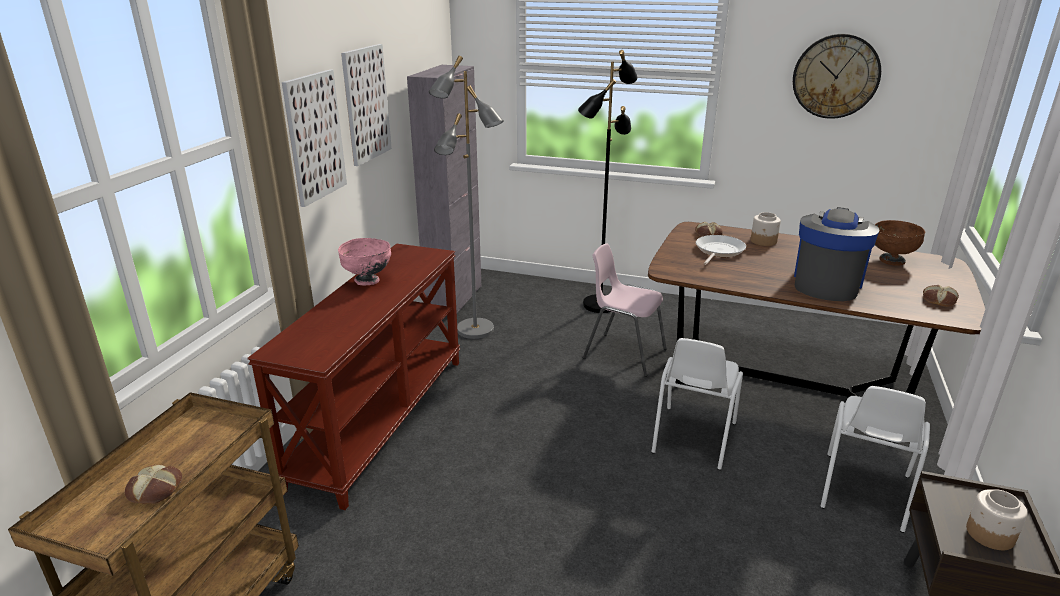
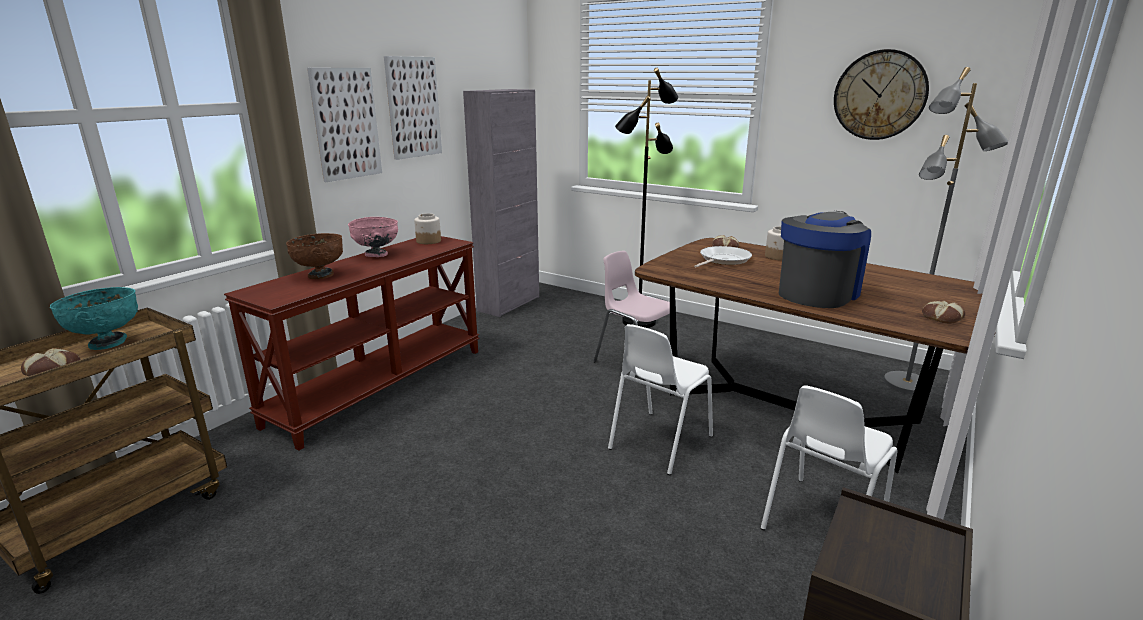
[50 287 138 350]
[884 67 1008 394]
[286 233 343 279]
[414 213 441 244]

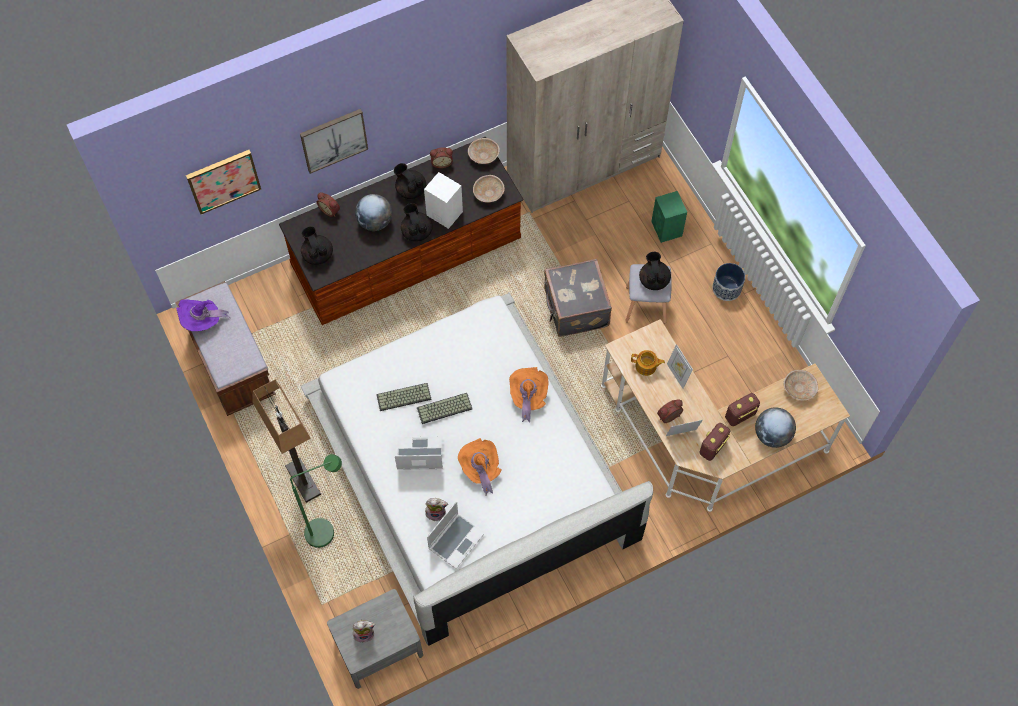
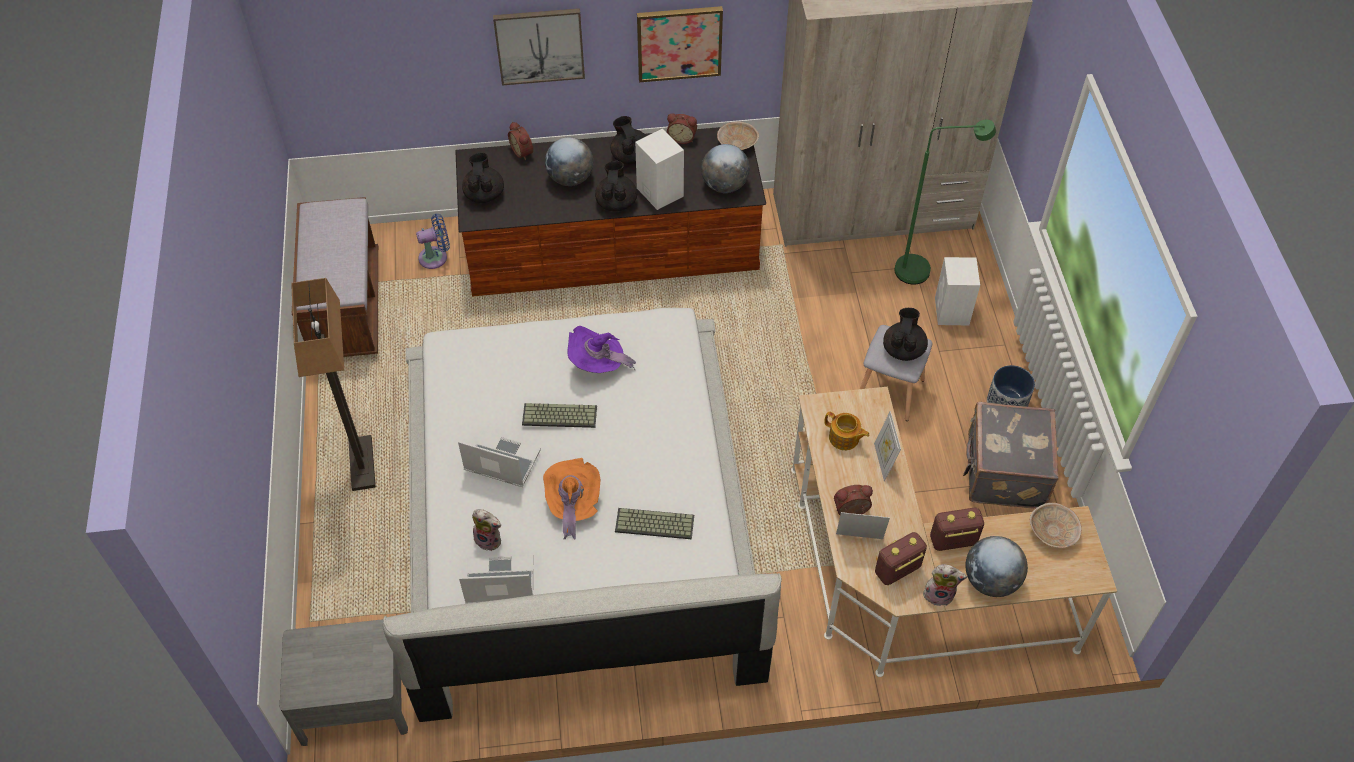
[509 367 549 422] (first image)
[416 214 450 269]
[568 326 636 373]
[637 6 723 83]
[895 120 996 285]
[923 564 967 606]
[615 508 694 539]
[963 402 1058 508]
[701 144 750 193]
[935 257 980 325]
[459 555 534 604]

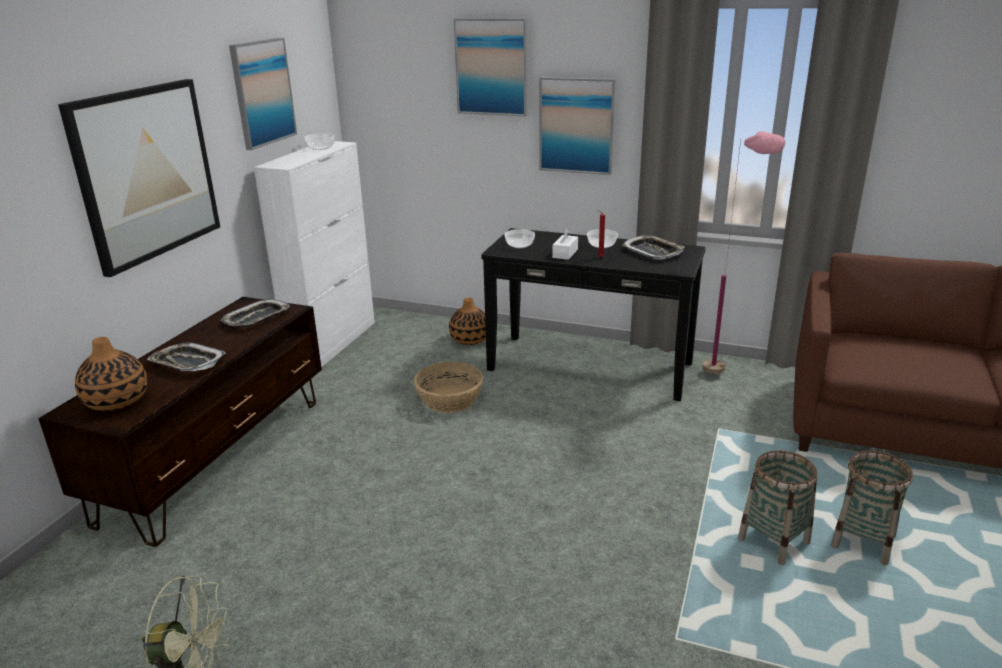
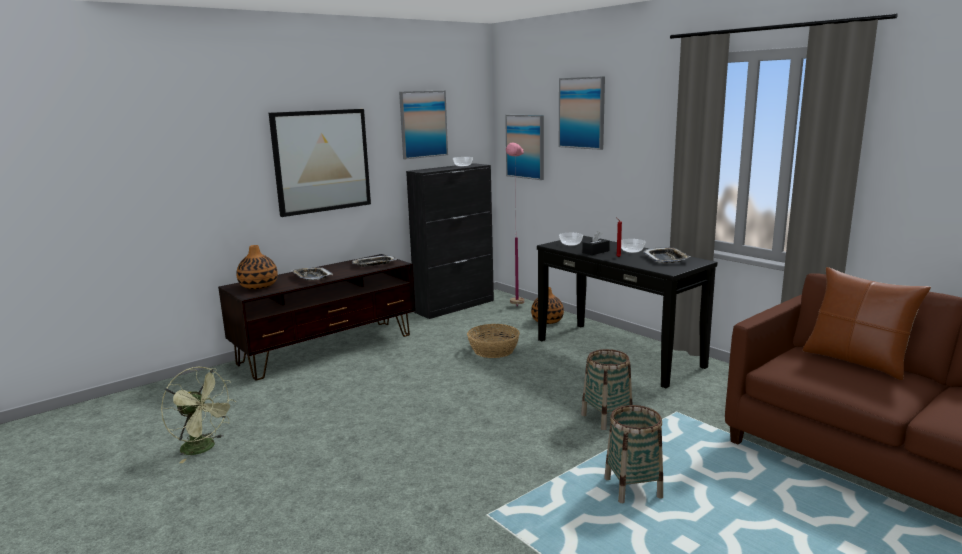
[803 267 931 380]
[505 115 544 180]
[506 143 524 306]
[581 349 633 430]
[406 163 494 319]
[582 231 610 255]

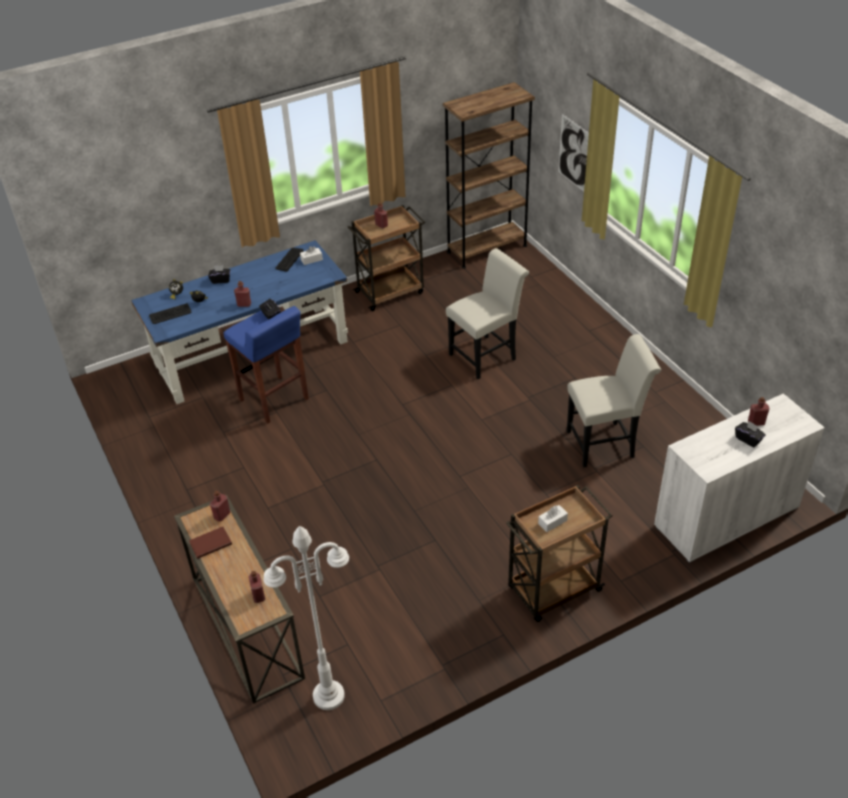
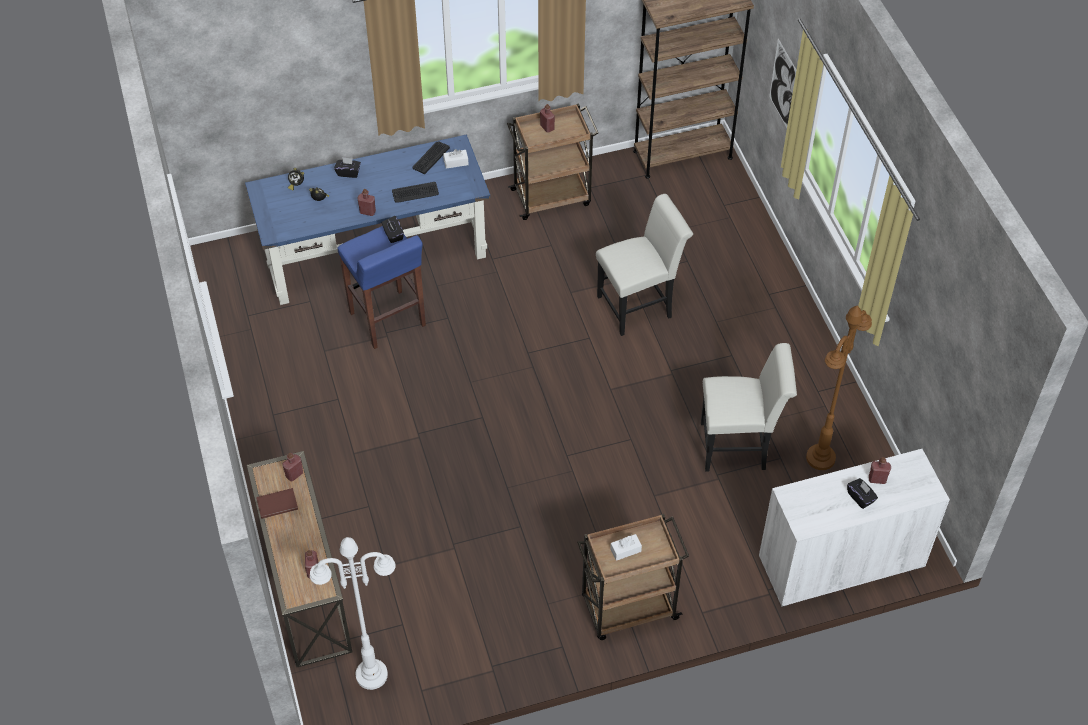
[806 306 872 470]
[392 182 439 203]

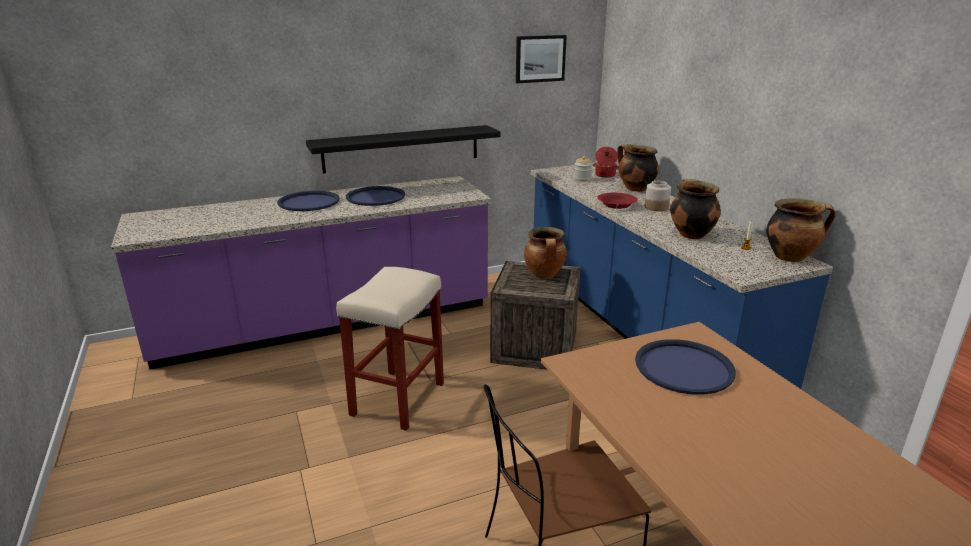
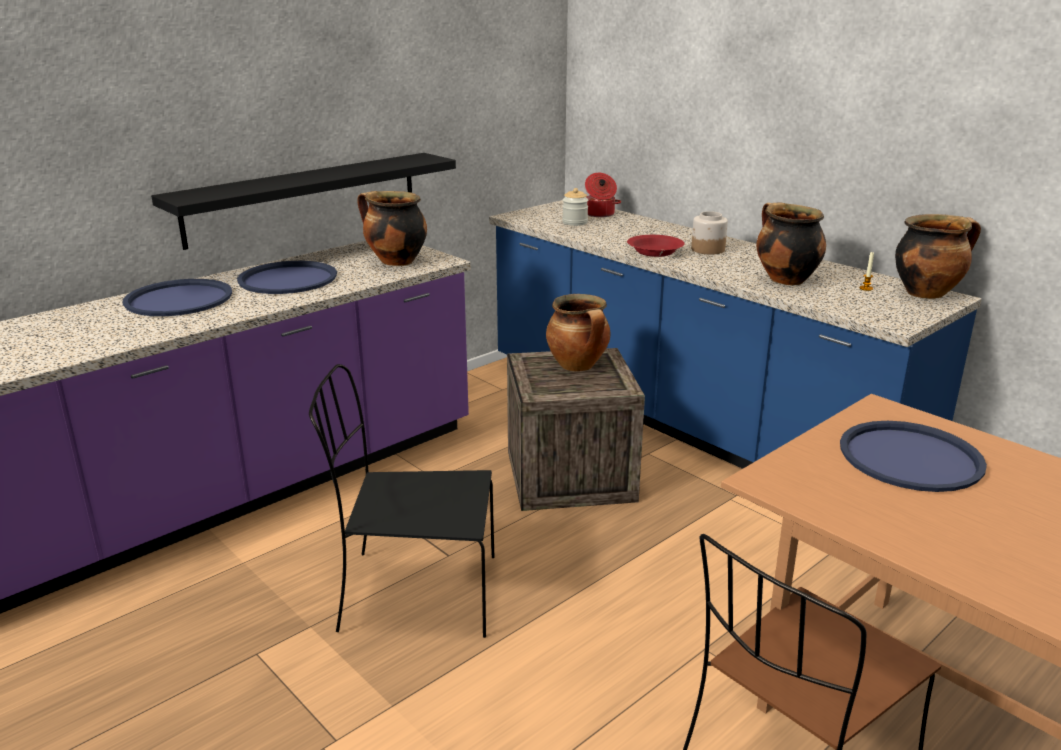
[516 35 567 83] (first image)
[357 191 427 266]
[309 364 494 638]

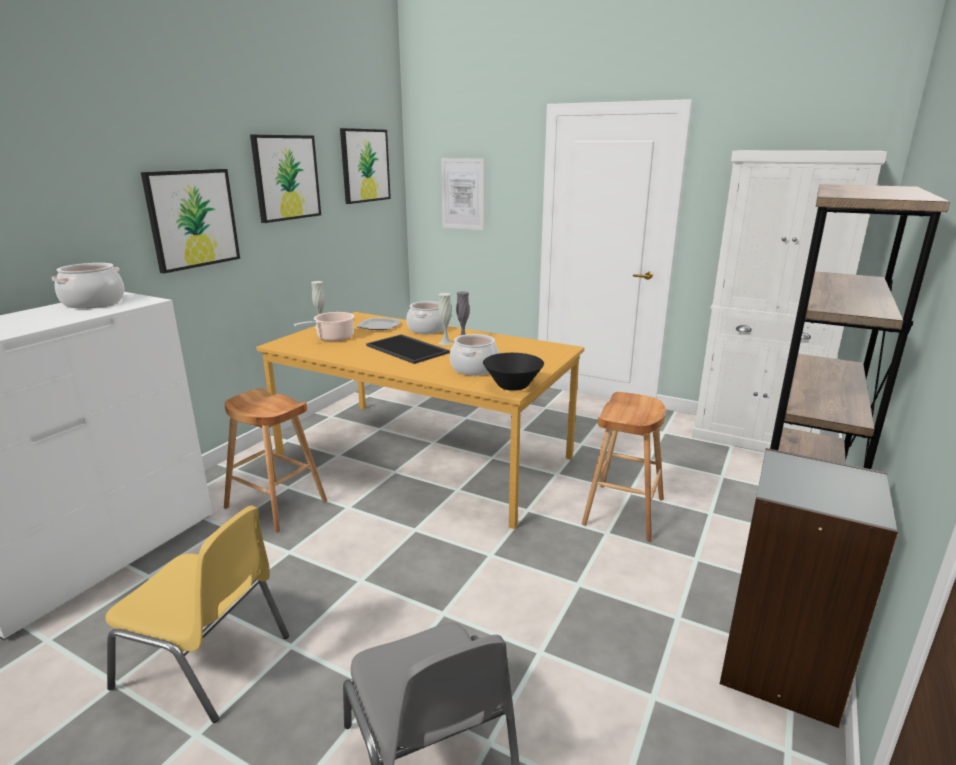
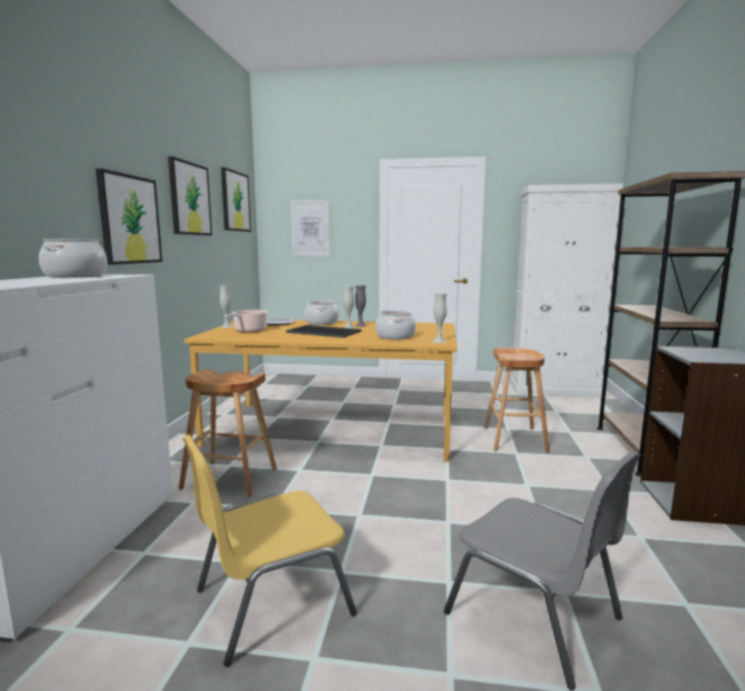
[433 293 447 343]
[183 435 357 667]

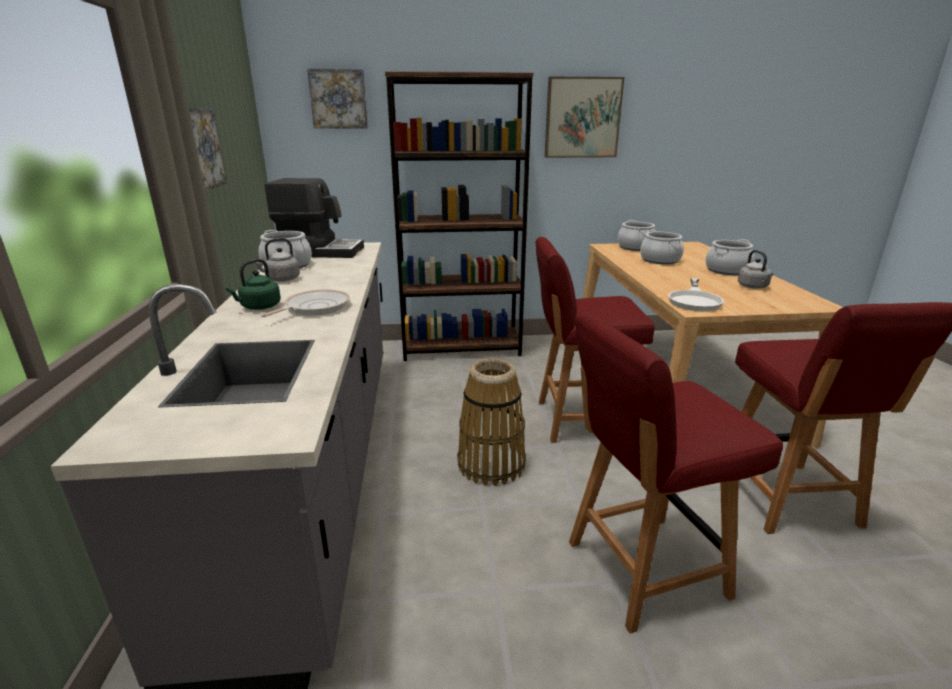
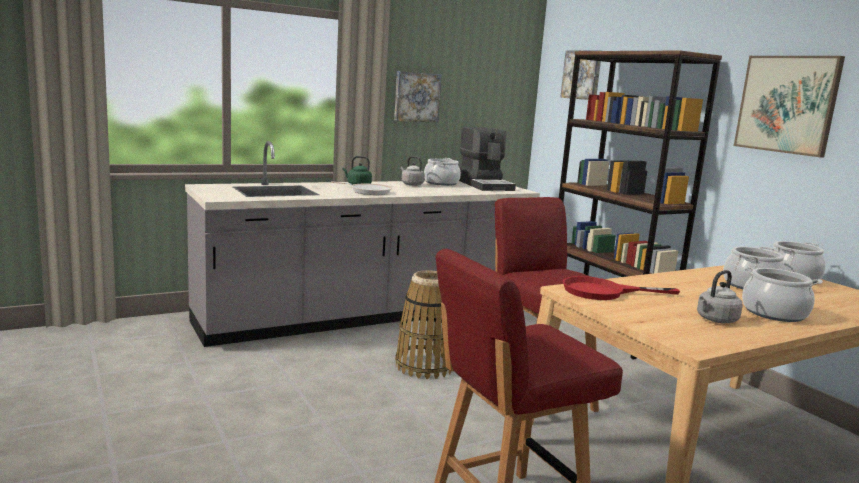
[569 312 783 633] (first image)
[563 276 680 300]

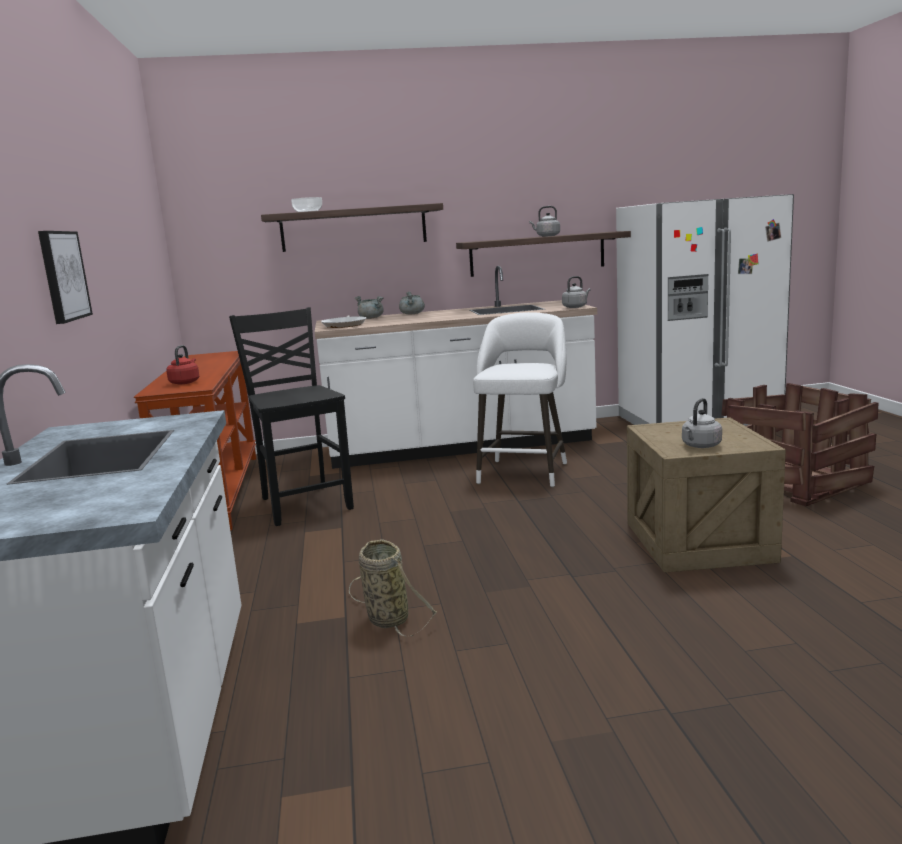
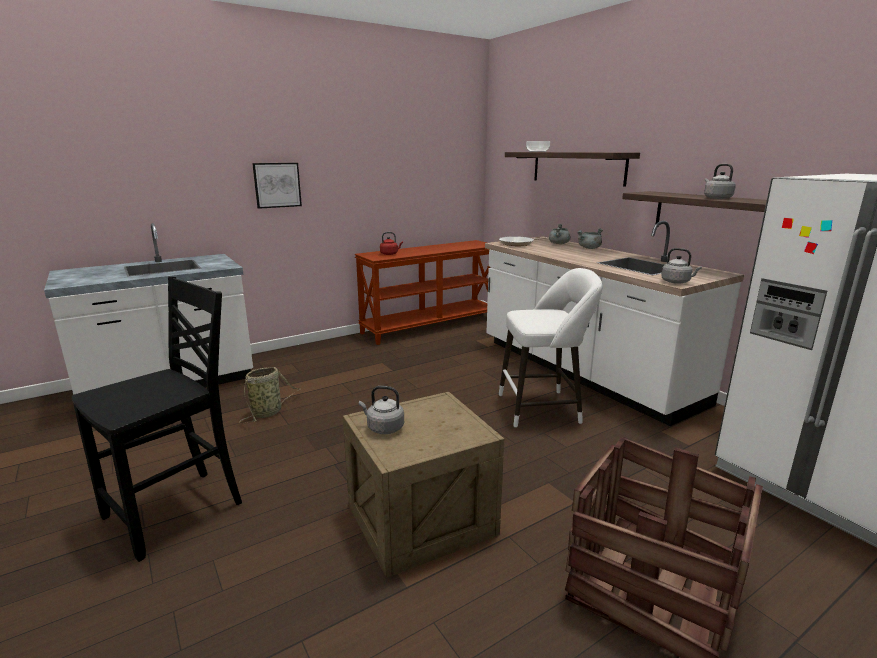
[71 277 242 562]

